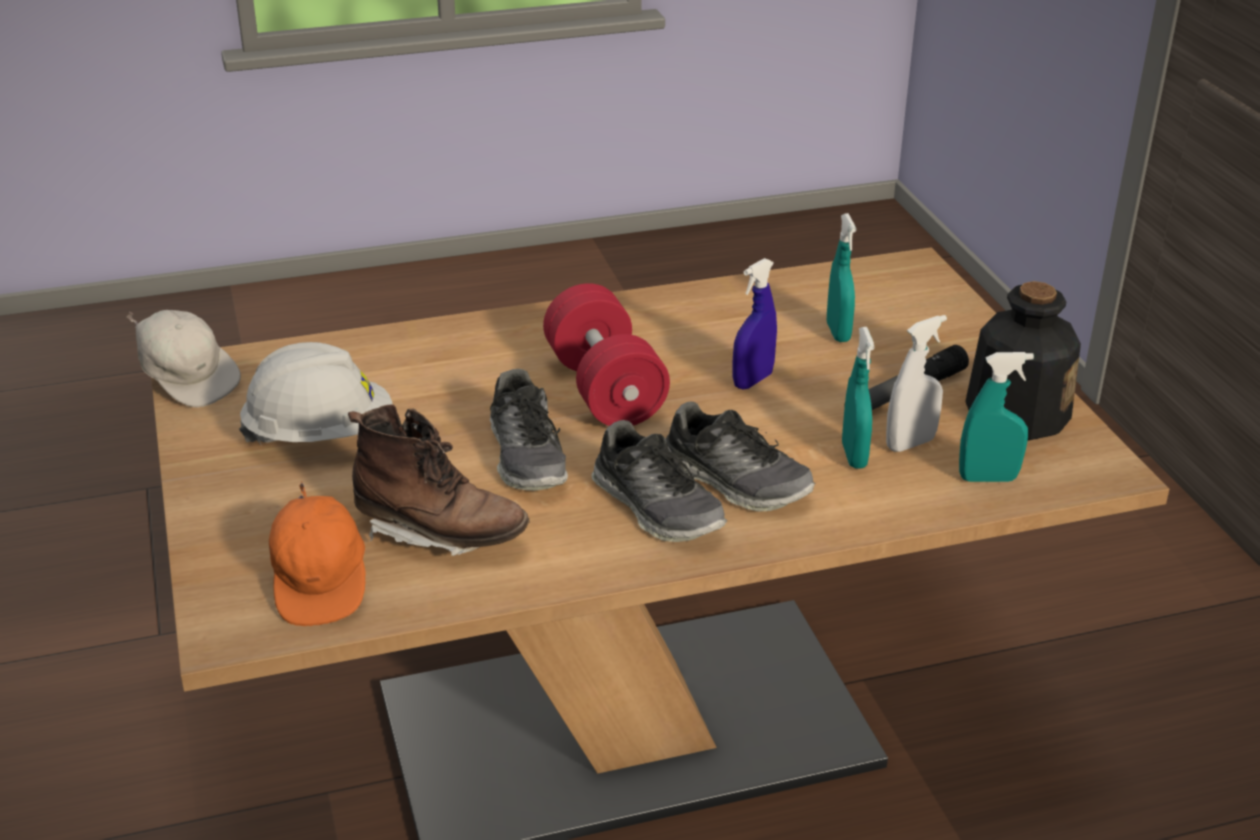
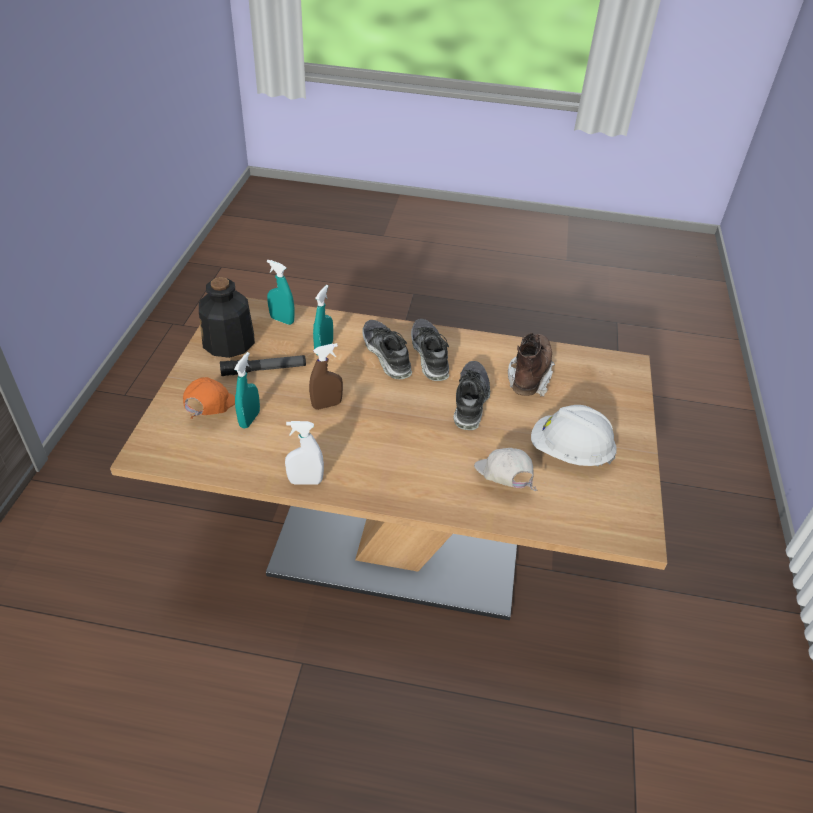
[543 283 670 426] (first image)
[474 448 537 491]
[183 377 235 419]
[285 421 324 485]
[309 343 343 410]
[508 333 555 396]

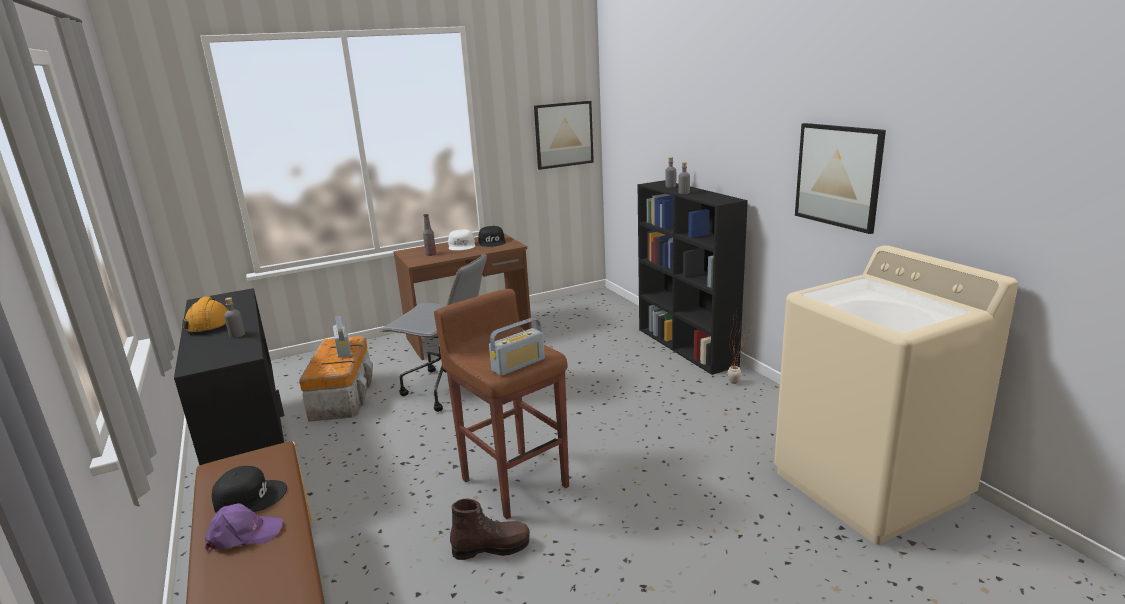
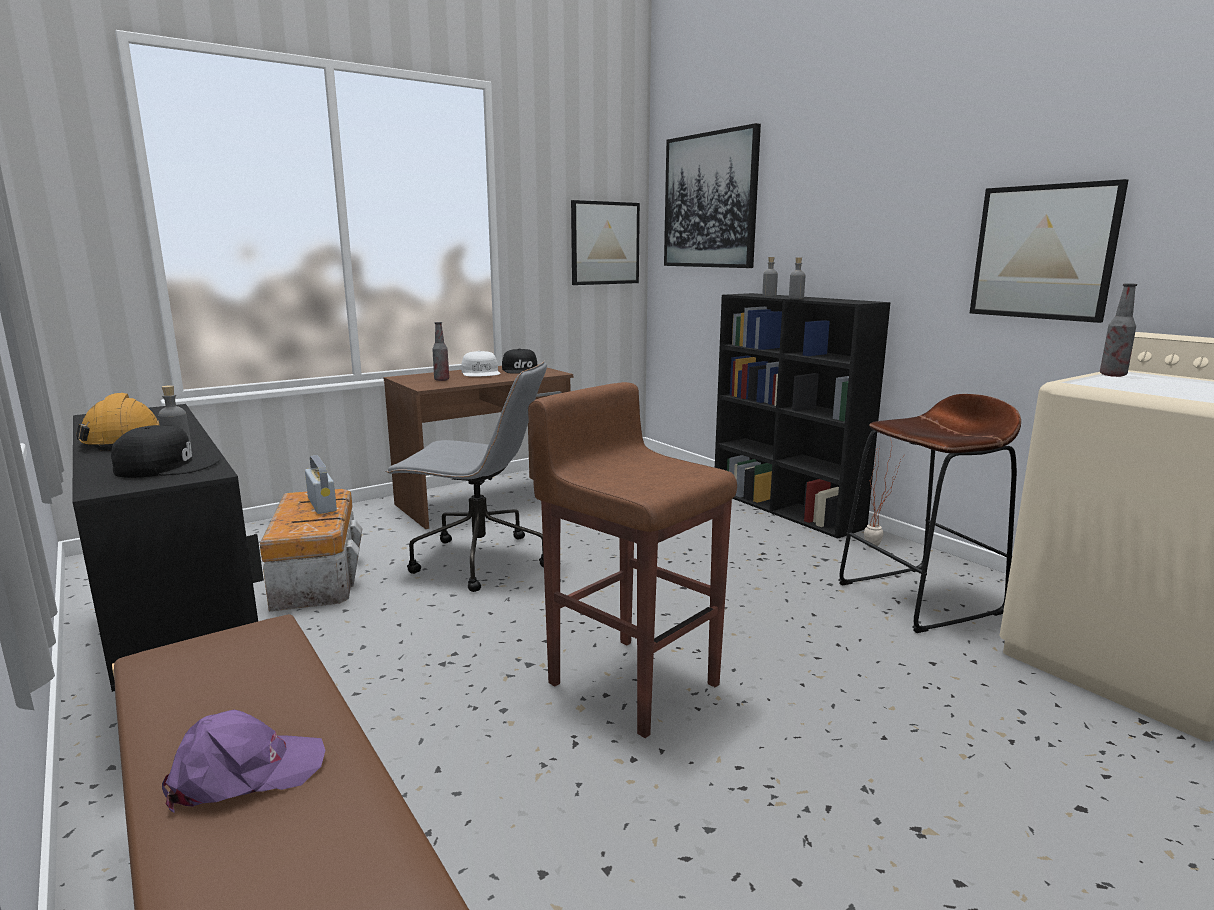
[450 498 530 560] (first image)
[489 318 545 376] (first image)
[664 123 761 268]
[839 394 1021 633]
[1100 284 1137 377]
[111 425 221 478]

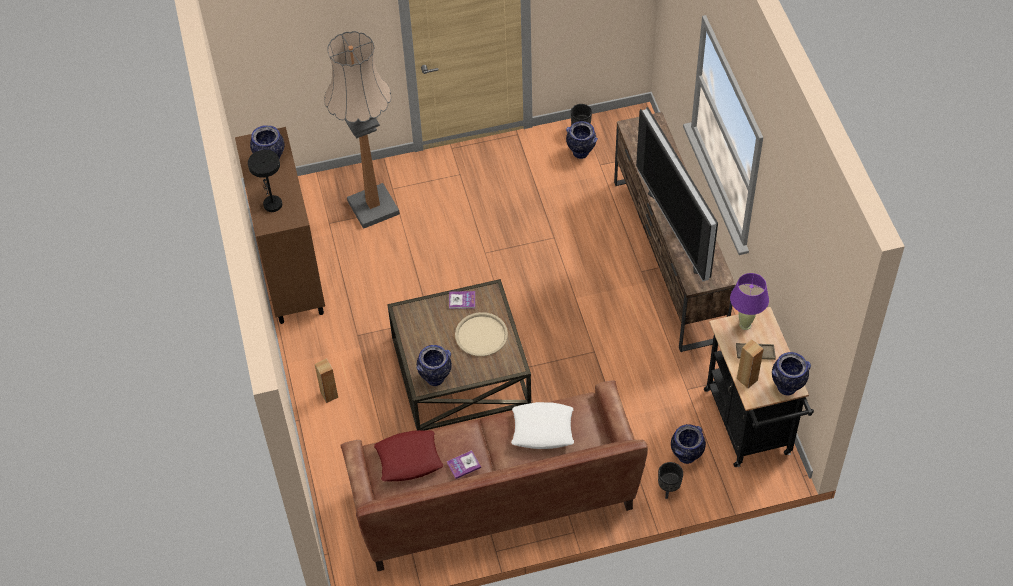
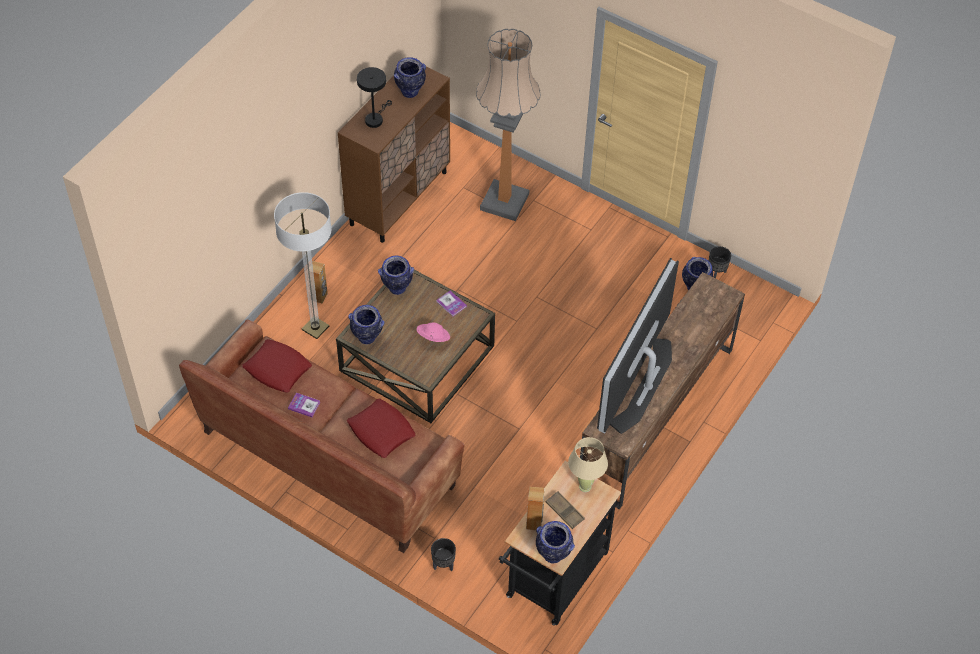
[274 192 332 339]
[378 255 414 295]
[417 322 450 342]
[347 399 416 458]
[568 437 608 492]

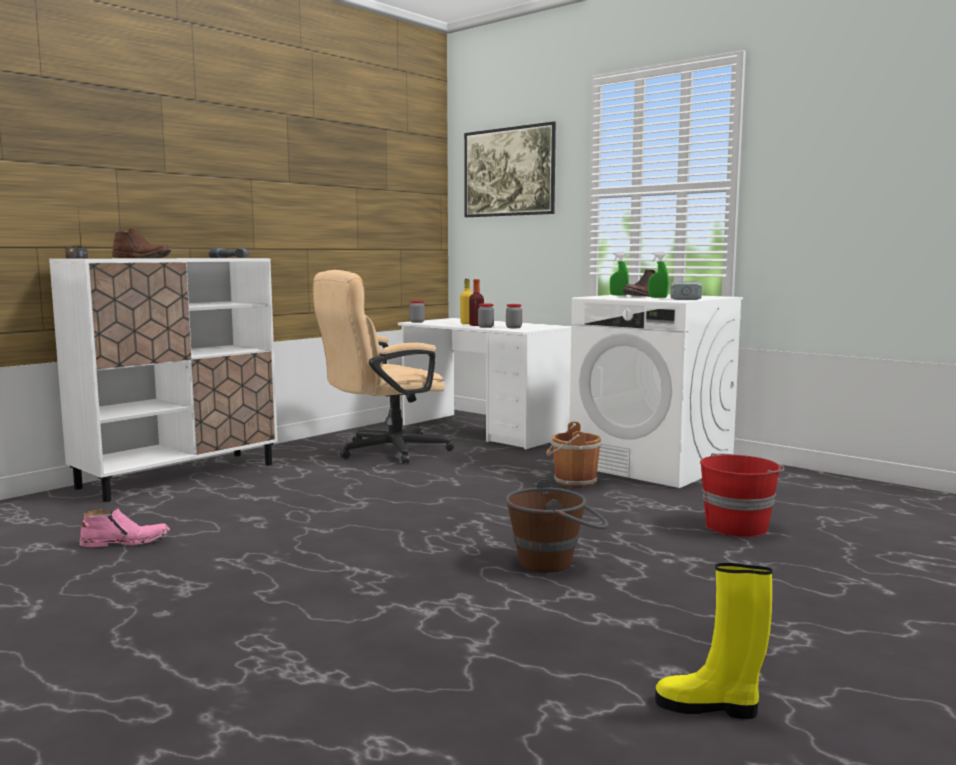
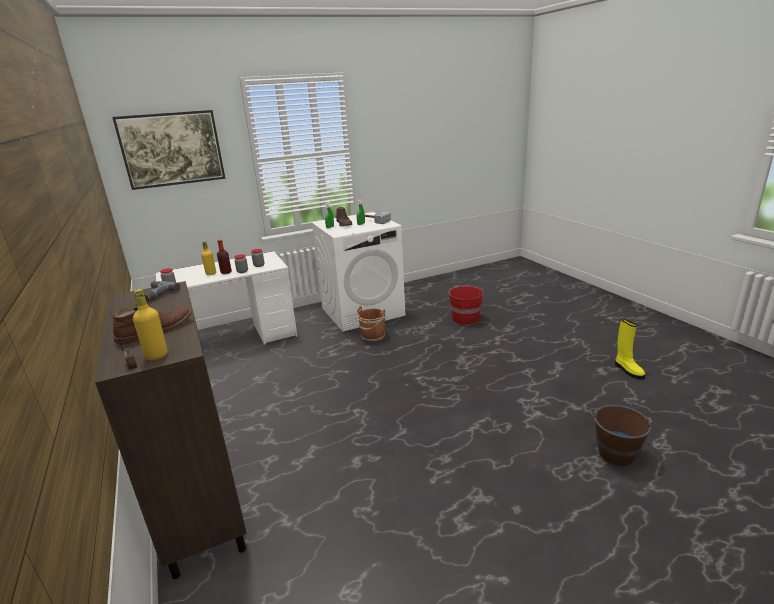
[79 508 170 547] (first image)
[313 270 454 464] (first image)
[133 289 168 360]
[589 405 653 466]
[95 281 247 579]
[615 318 646 380]

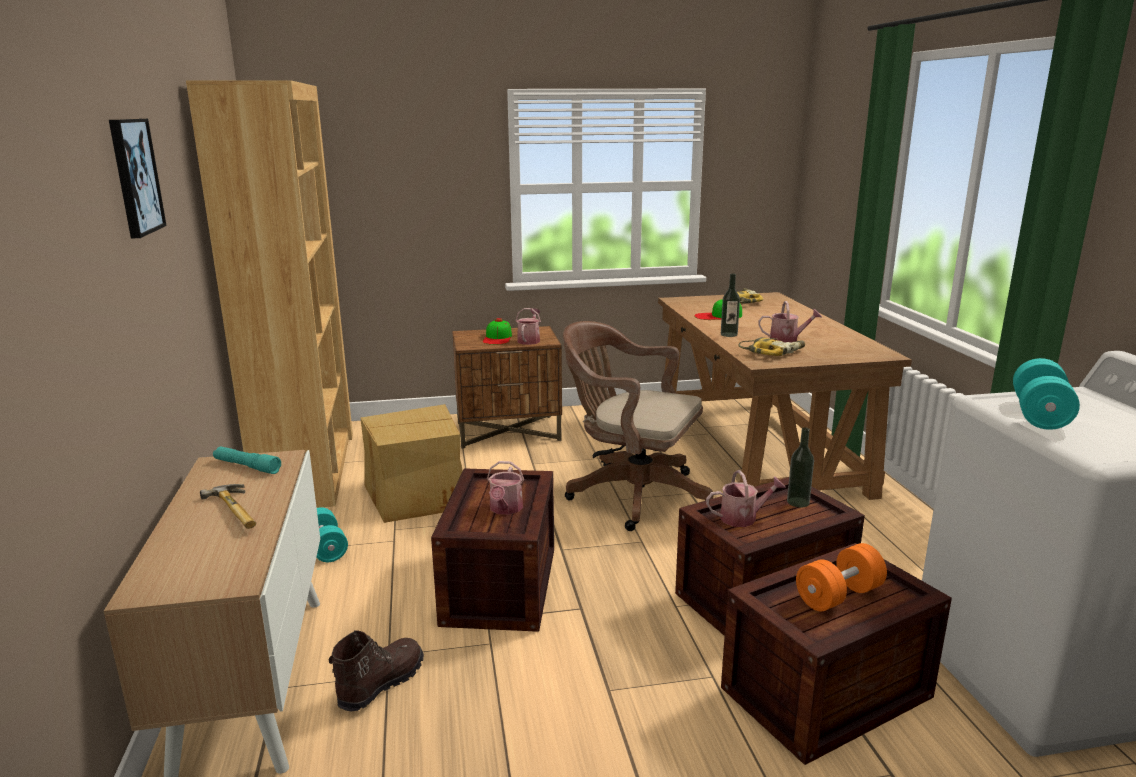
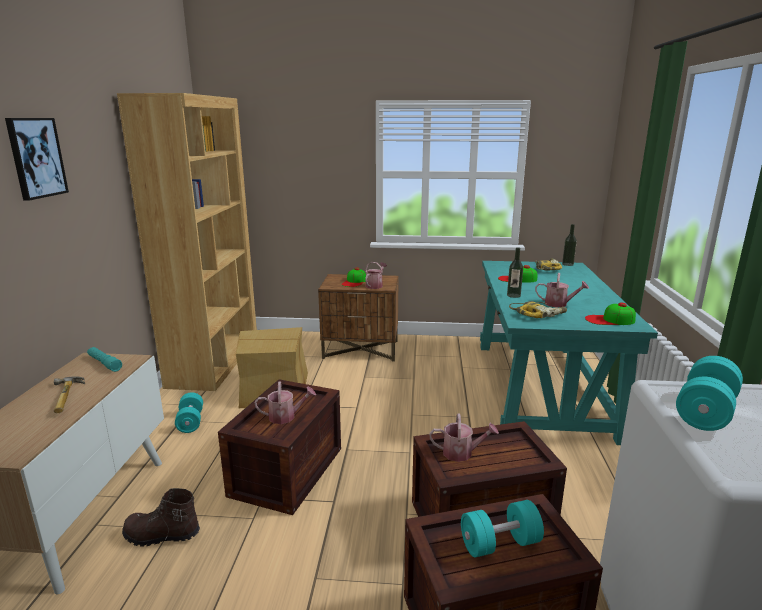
[563 321 713 531] (first image)
[585 303 636 325]
[562 224 577 266]
[480 261 658 445]
[461 500 544 558]
[122 488 200 546]
[255 381 316 424]

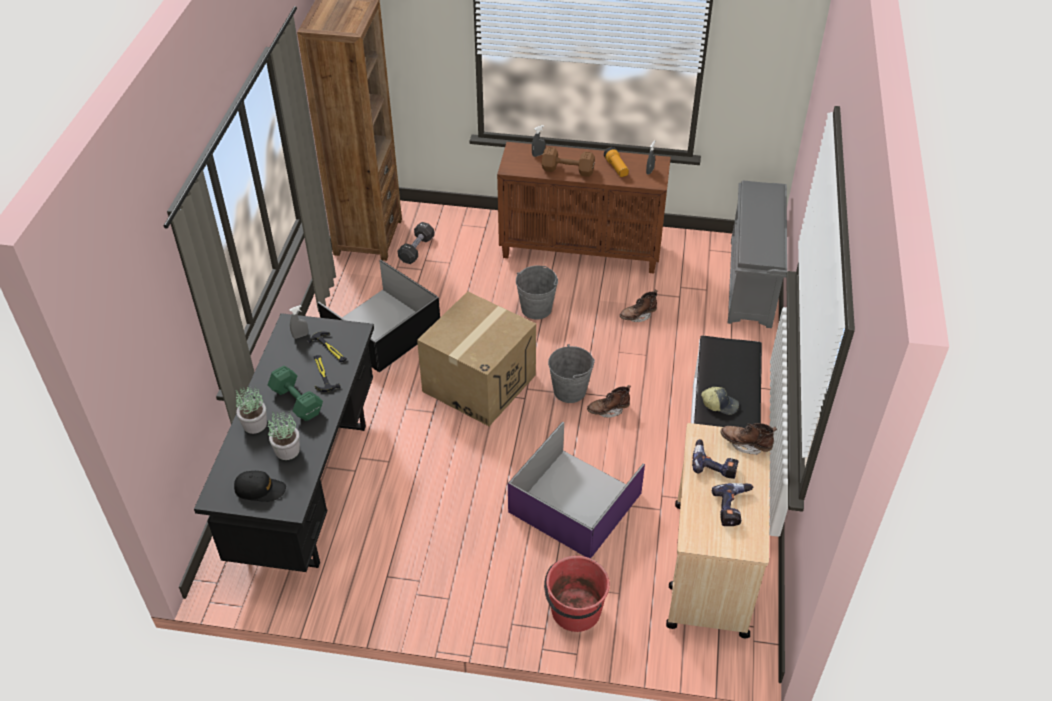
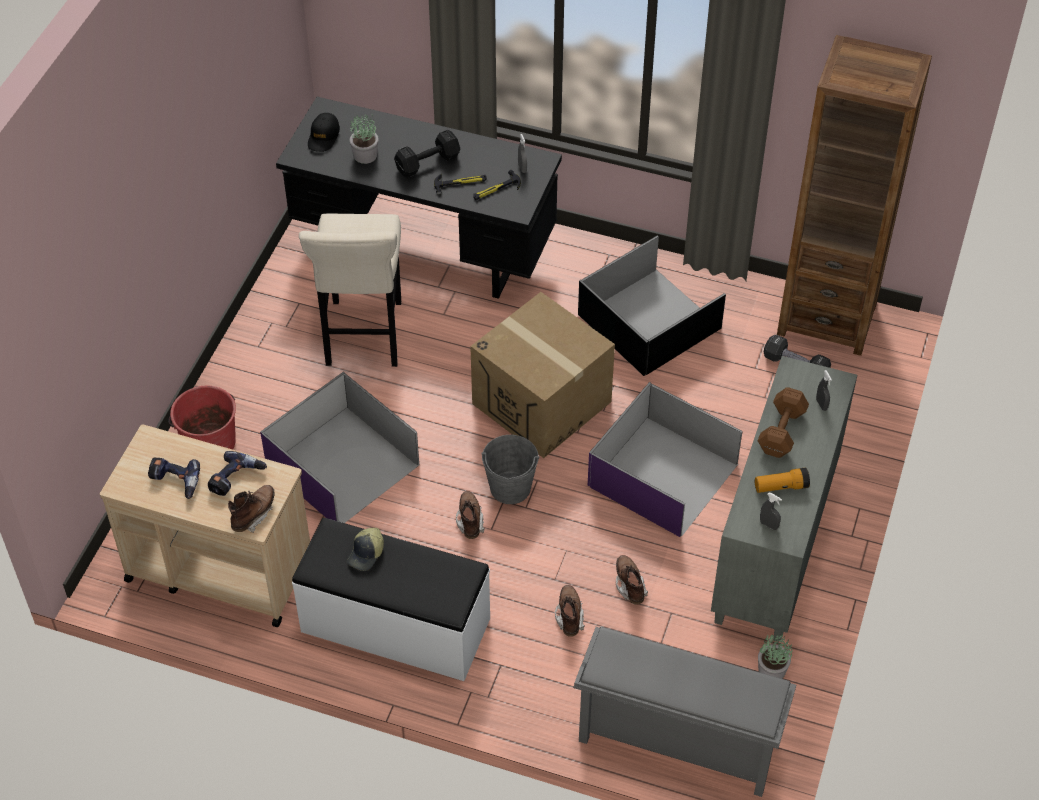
[299 214 401 367]
[555 585 585 637]
[758 633 793 679]
[588 382 742 537]
[394 130 460 178]
[711 356 857 641]

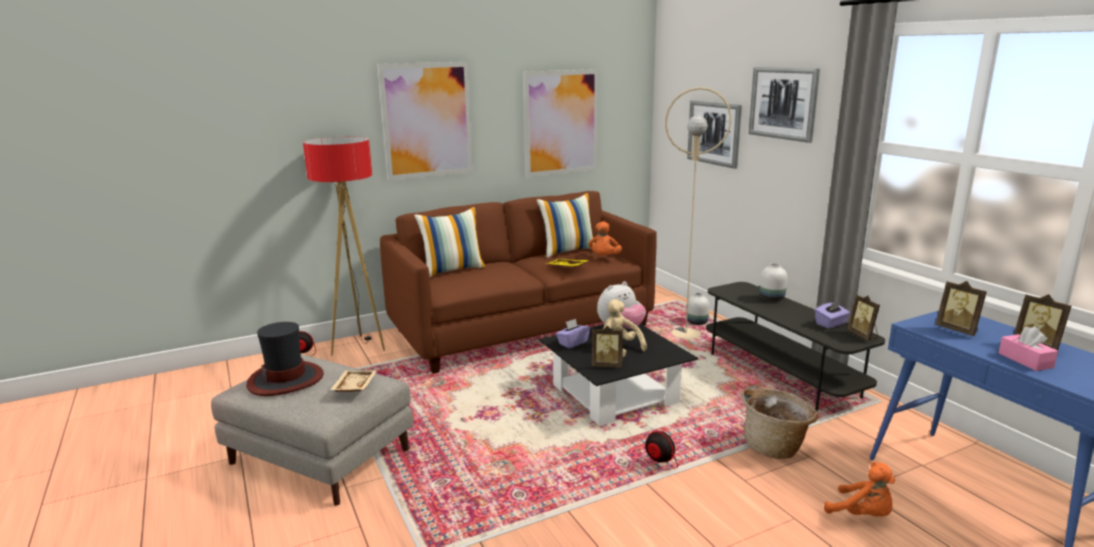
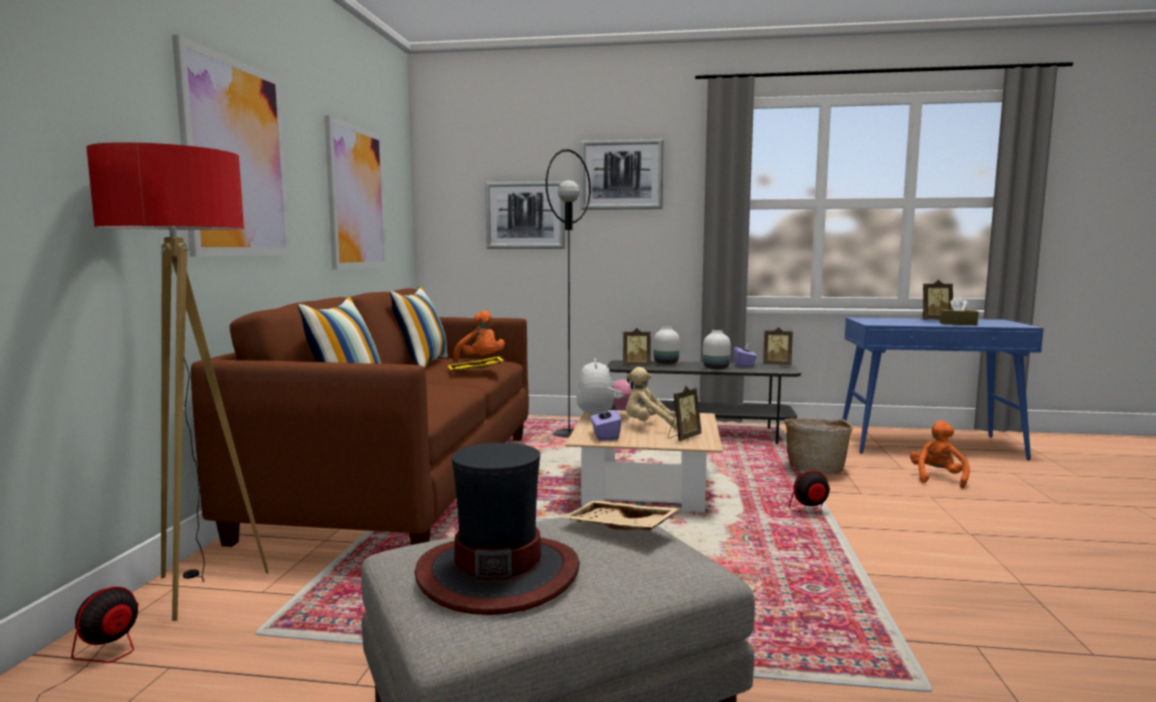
[703 330 731 369]
[623 328 651 366]
[565 410 723 512]
[546 149 591 438]
[940 297 979 325]
[910 420 970 488]

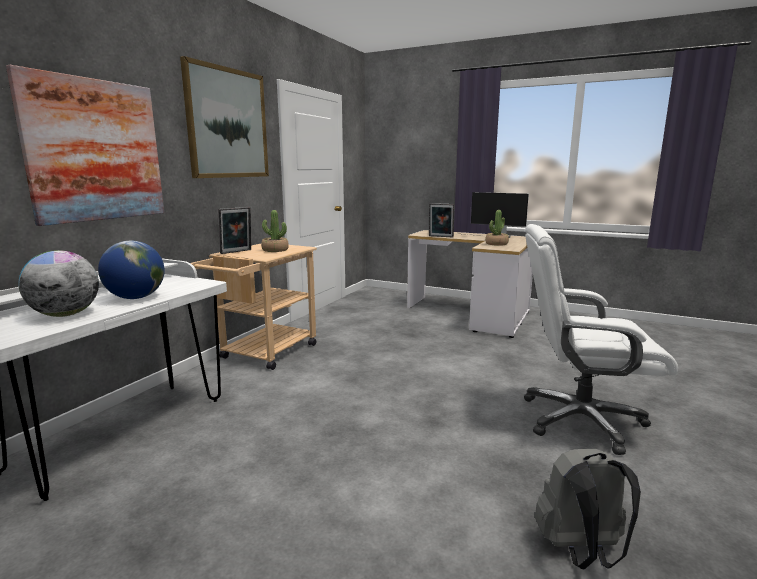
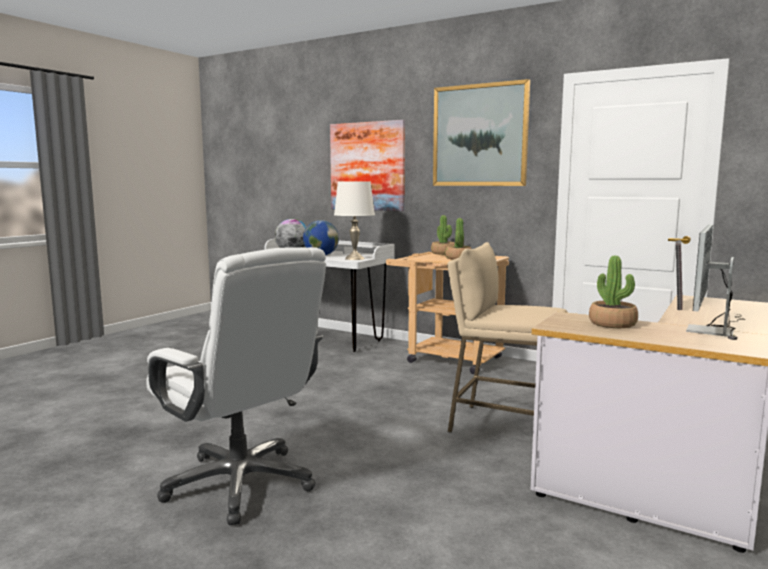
[535 449 641 569] (first image)
[334 181 375 260]
[447 242 567 433]
[431 215 455 255]
[146 247 326 525]

